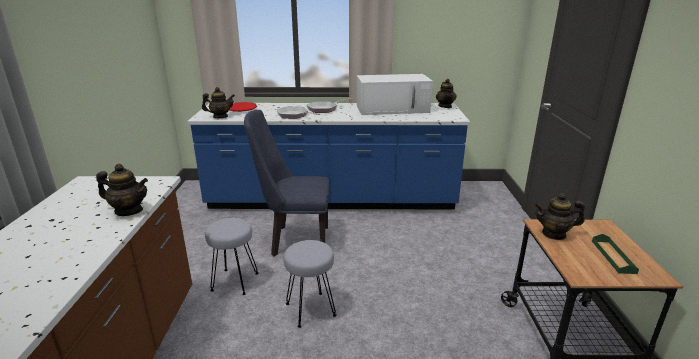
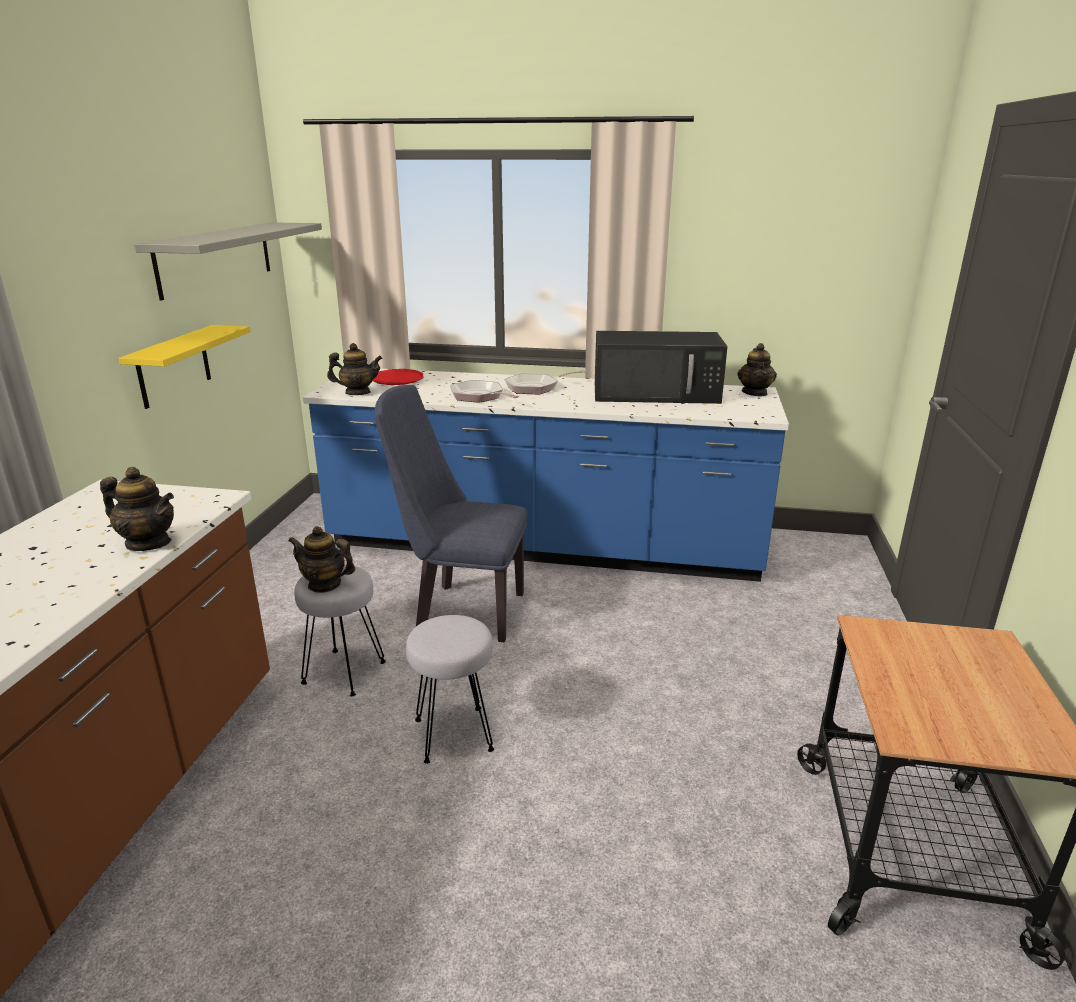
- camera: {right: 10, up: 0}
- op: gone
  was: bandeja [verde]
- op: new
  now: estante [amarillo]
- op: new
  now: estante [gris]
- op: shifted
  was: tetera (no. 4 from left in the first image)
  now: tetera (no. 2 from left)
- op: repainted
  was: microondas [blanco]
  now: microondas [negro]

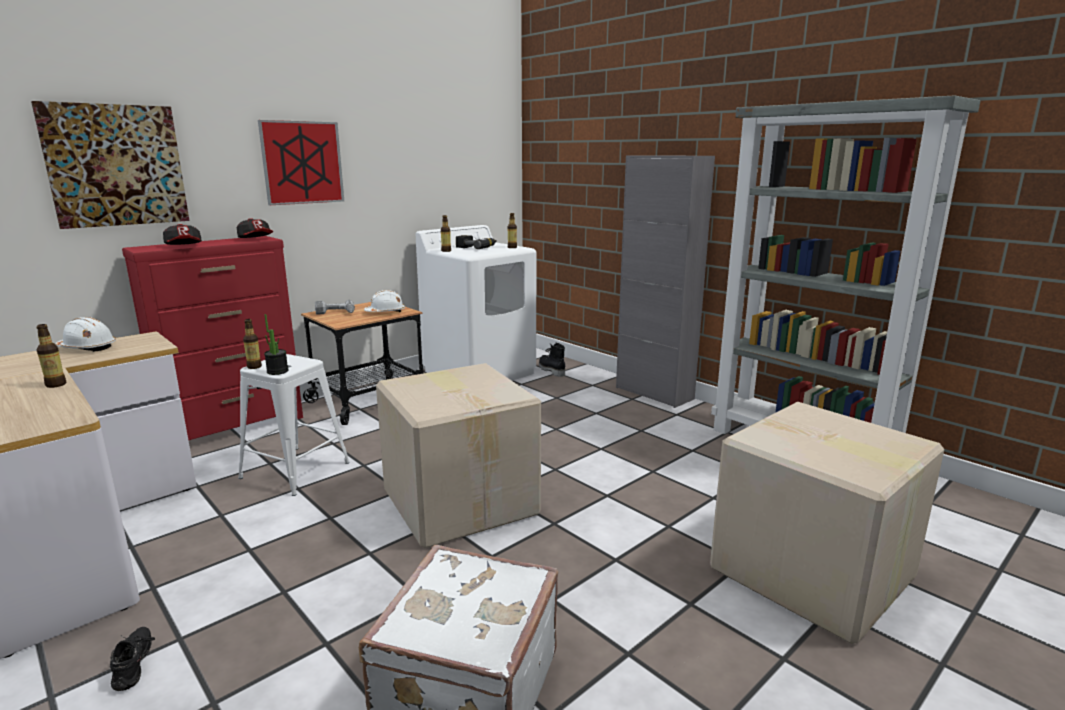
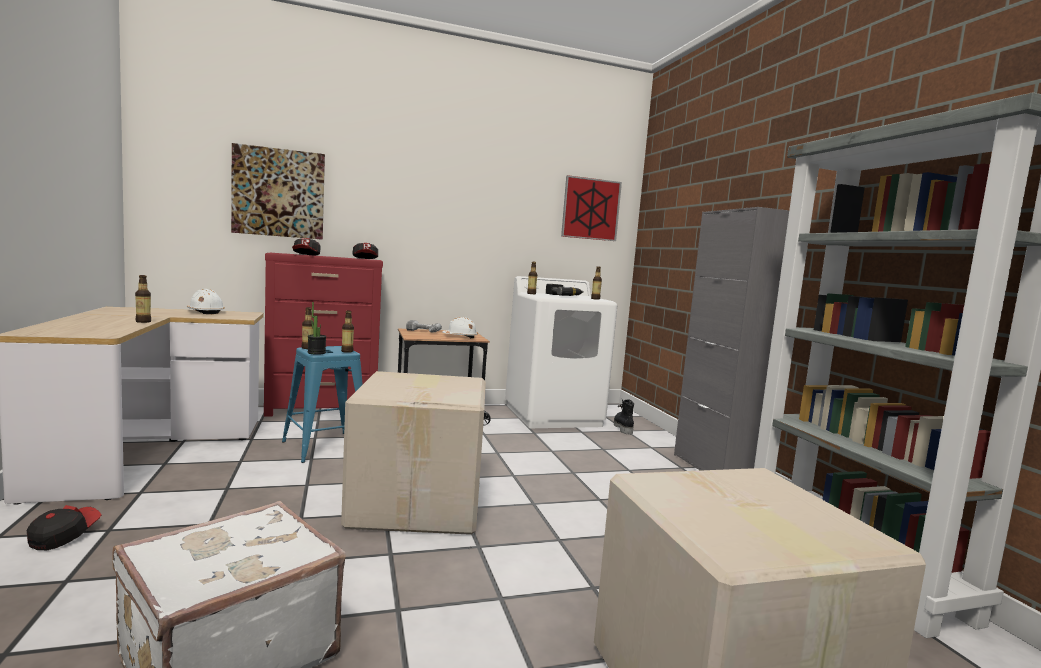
- camera: {right: 25, up: -10}
- op: new
  now: botella (no. 3 from left)
- op: shifted
  was: cuadro (no. 2 from left)
- op: swapped
  was: zapato [negro]
  now: gorra (no. 1 from left)
- op: repainted
  was: taburete [blanco]
  now: taburete [azul]

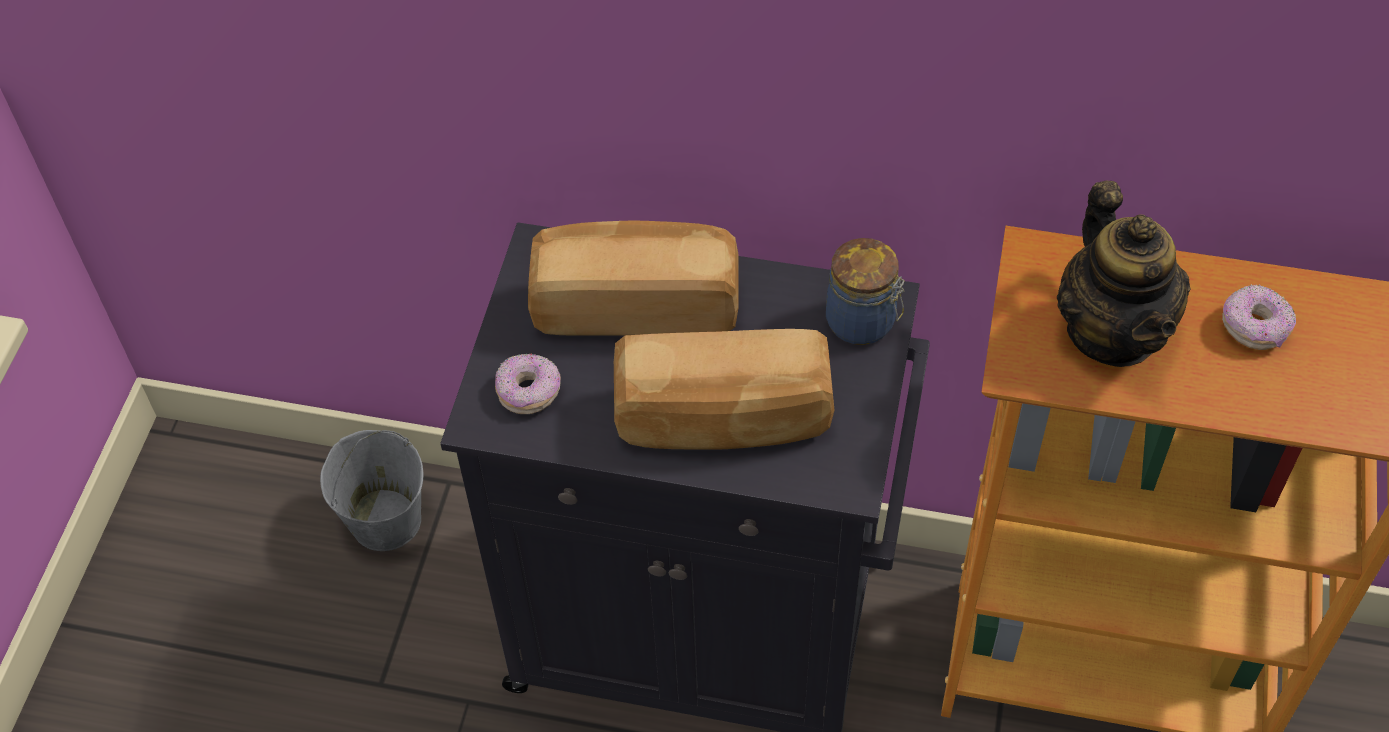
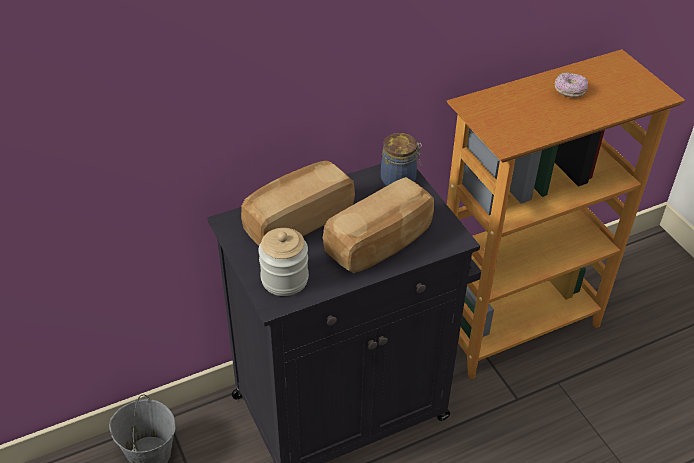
- camera: {right: -40, up: -10}
- op: gone
  was: tetera
- op: swapped
  was: rosquilla (no. 1 from left)
  now: tarro (no. 1 from left)

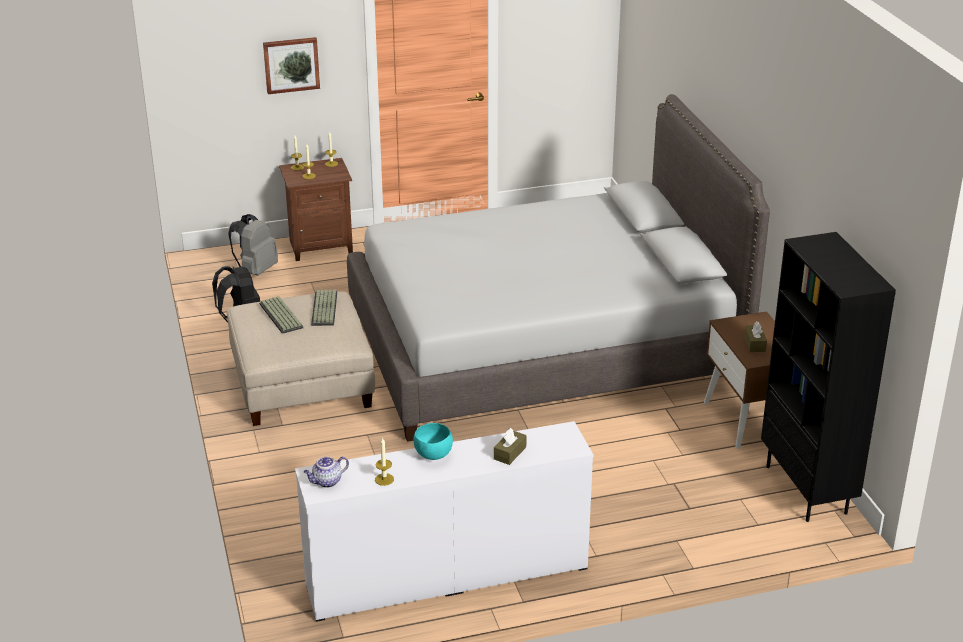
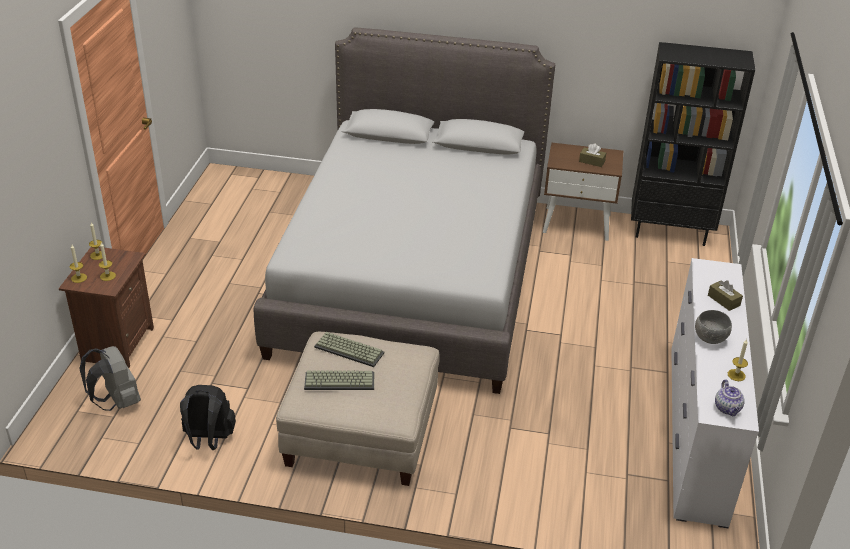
- camera: {right: -65, up: 5}
- op: gone
  was: cuadro
- op: repainted
  was: cuenco [turquesa]
  now: cuenco [gris]

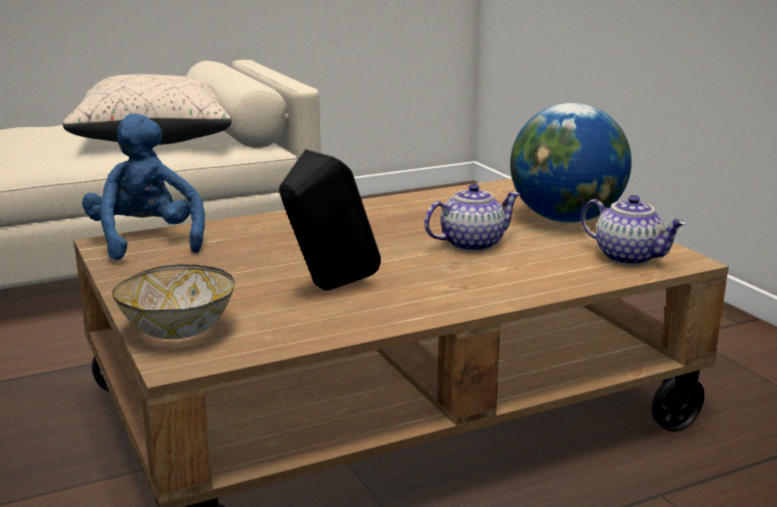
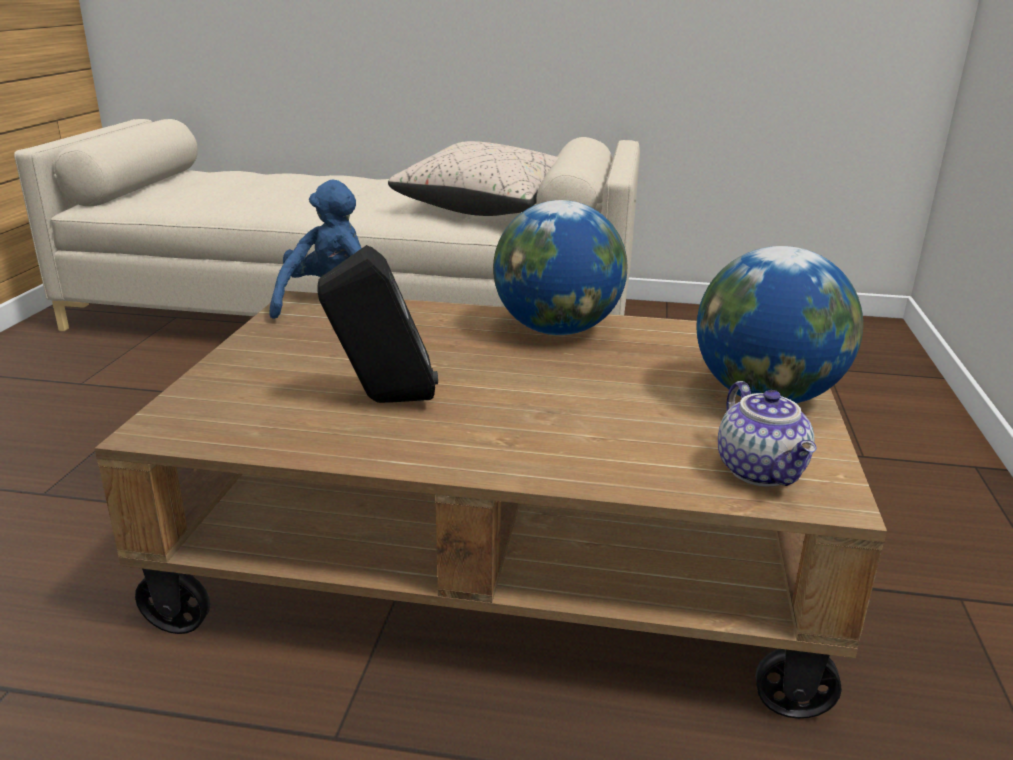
- camera: {right: 35, up: 5}
- op: gone
  was: cuenco
- op: gone
  was: tetera (no. 1 from left)
- op: new
  now: globo terráqueo (no. 1 from left)

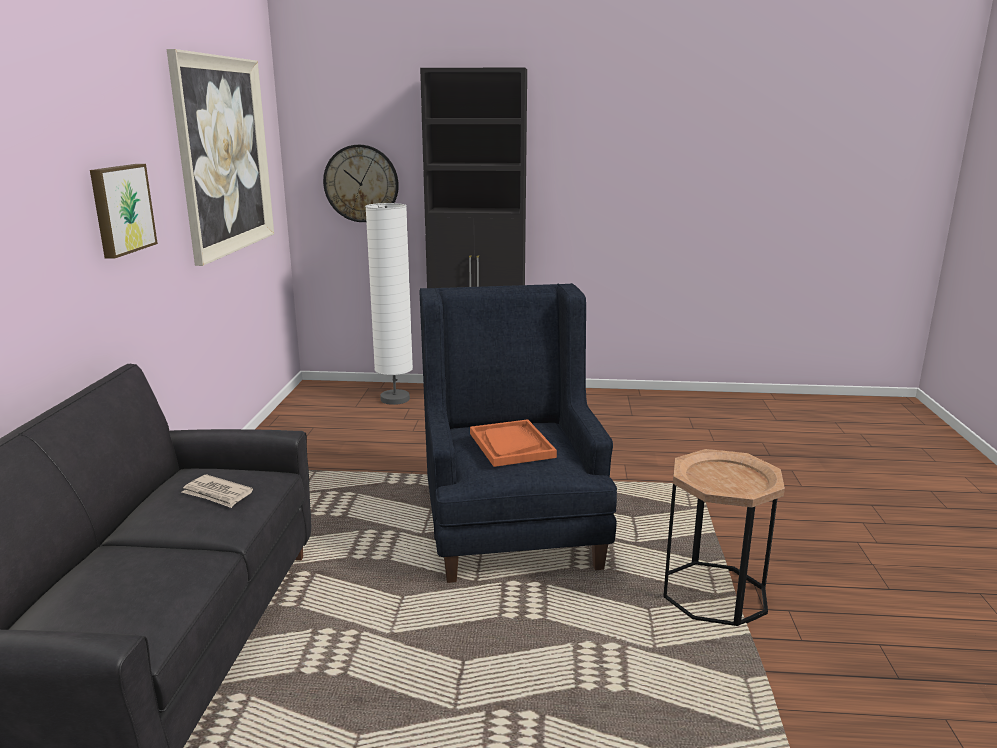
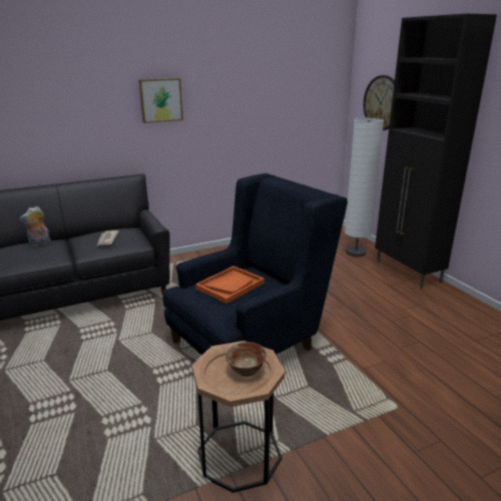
- camera: {right: 60, up: 5}
- op: gone
  was: cuadro (no. 2 from left)
- op: new
  now: peluche
- op: new
  now: cuenco

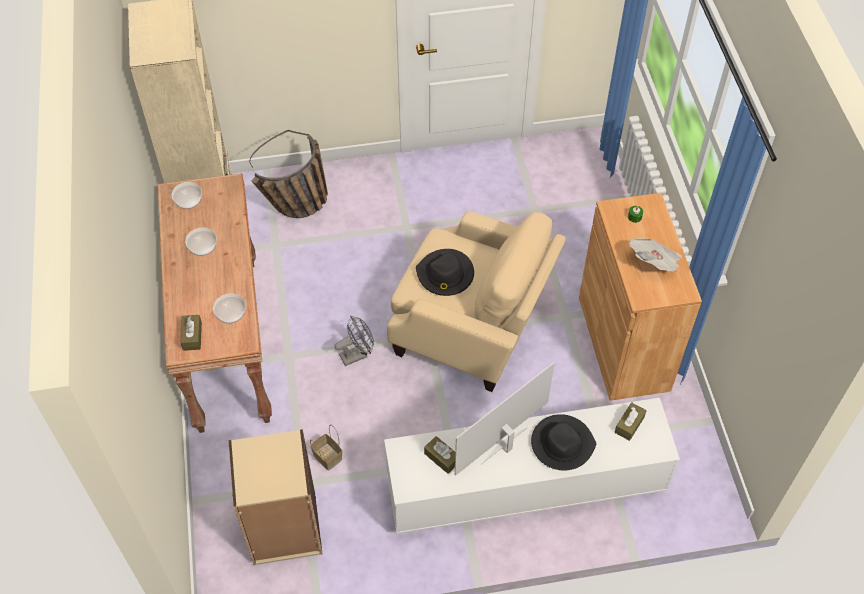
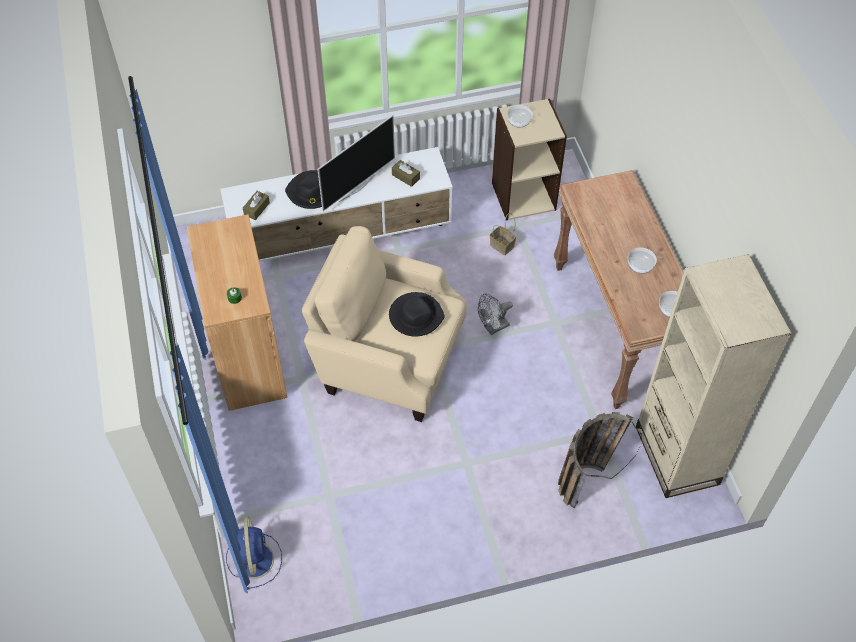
- camera: {right: 175, up: 0}
- op: gone
  was: caja de pañuelos [marrón] (no. 1 from left)
- op: gone
  was: periódico
- op: new
  now: ventilador [azul]
- op: shifted
  was: cuenco (no. 3 from left in the first image)
  now: cuenco (no. 1 from left)

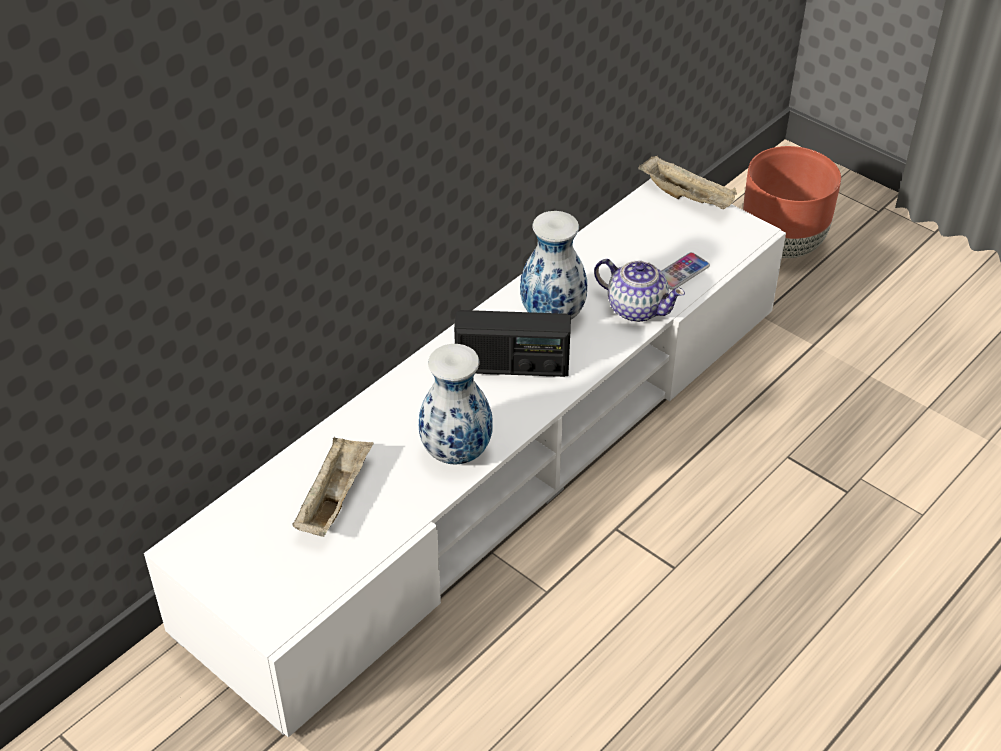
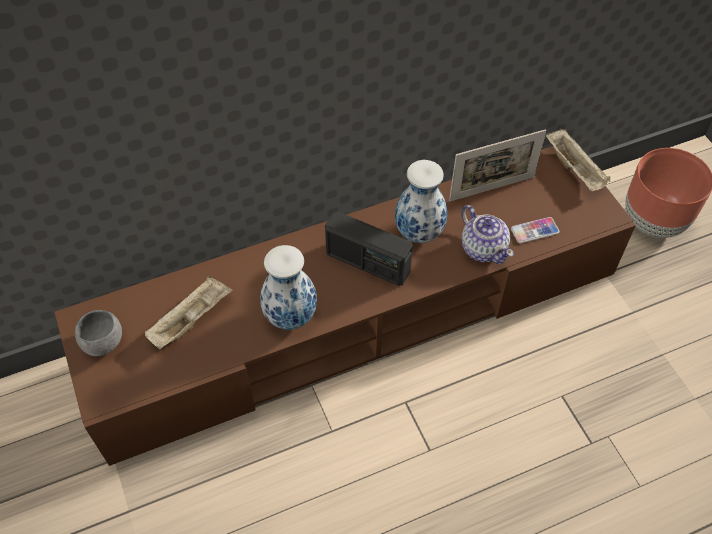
- camera: {right: 25, up: 10}
- op: new
  now: cuenco [gris]
- op: new
  now: portarretratos
- op: repainted
  was: mueble de televisión [blanco]
  now: mueble de televisión [marrón]

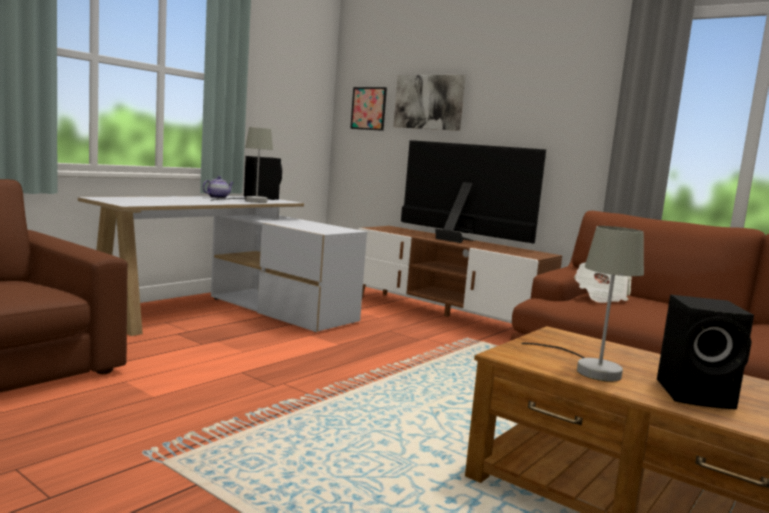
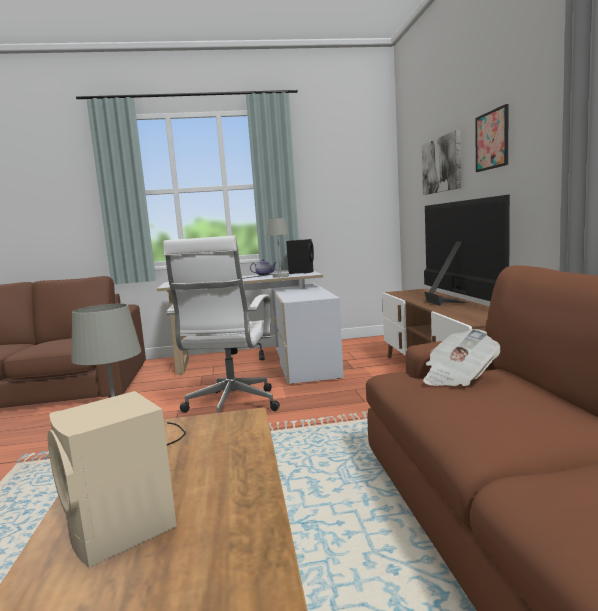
- camera: {right: 45, up: 0}
- op: new
  now: silla de oficina [blanco]
- op: shifted
  was: cuadro (no. 1 from left in the first image)
  now: cuadro (no. 2 from left)
- op: repainted
  was: altavoz [negro] (no. 2 from left)
  now: altavoz [beis]

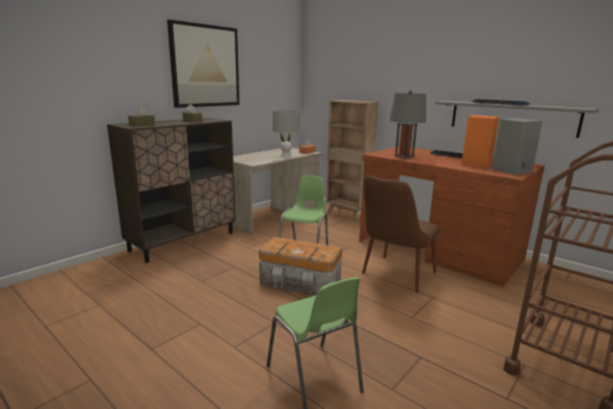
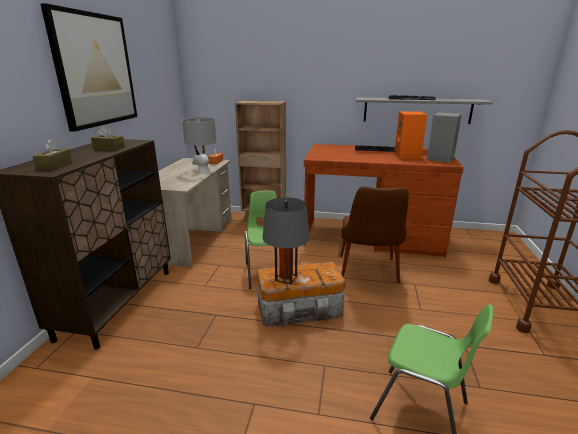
- camera: {right: -30, up: 5}
- op: shifted
  was: lámpara de mesa [gris] (no. 2 from left)

